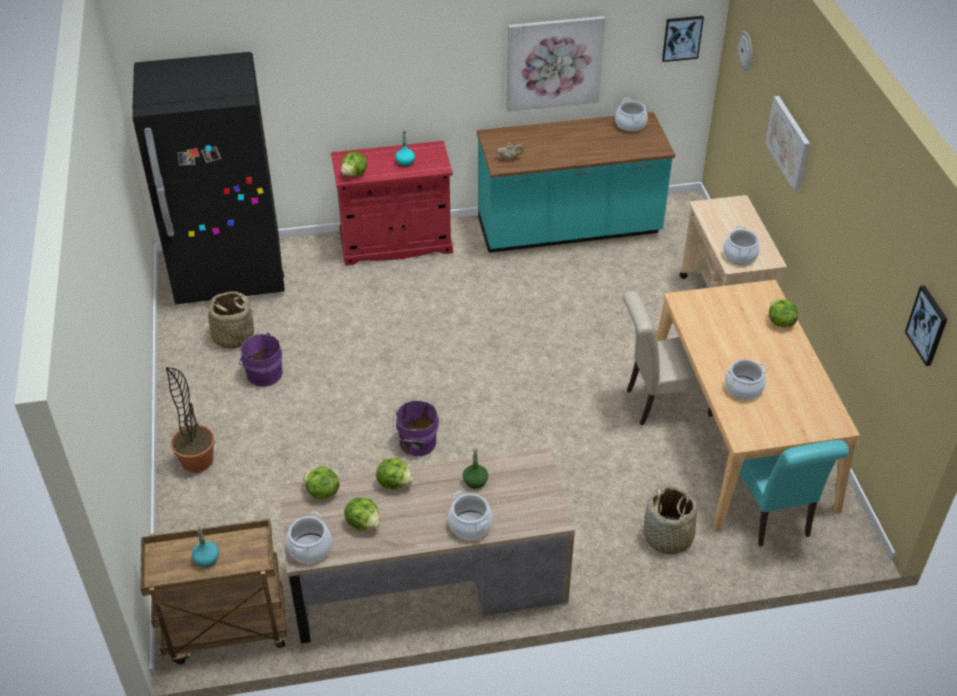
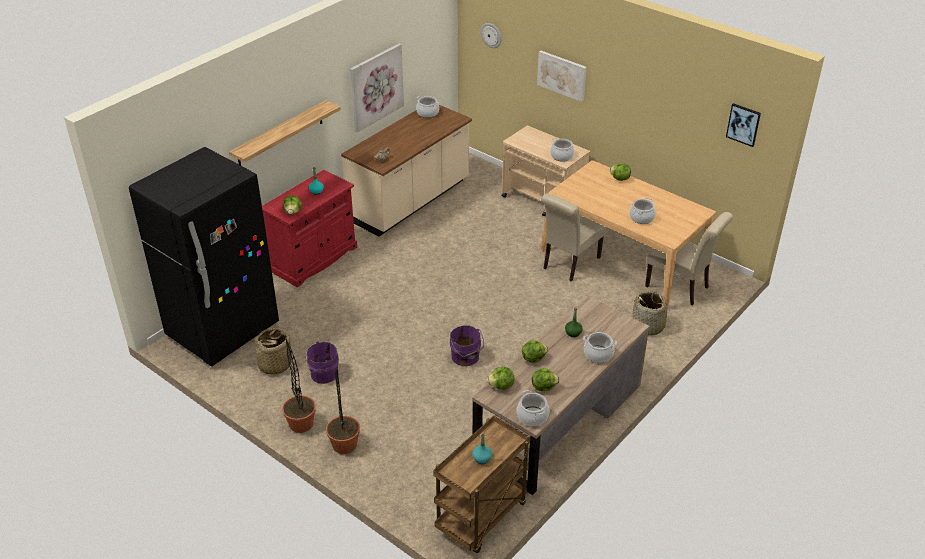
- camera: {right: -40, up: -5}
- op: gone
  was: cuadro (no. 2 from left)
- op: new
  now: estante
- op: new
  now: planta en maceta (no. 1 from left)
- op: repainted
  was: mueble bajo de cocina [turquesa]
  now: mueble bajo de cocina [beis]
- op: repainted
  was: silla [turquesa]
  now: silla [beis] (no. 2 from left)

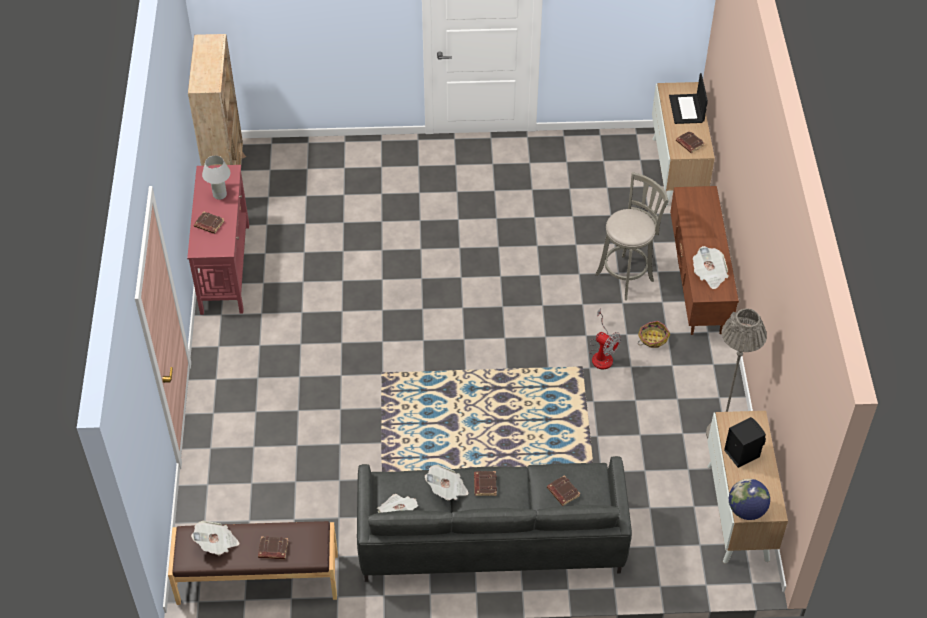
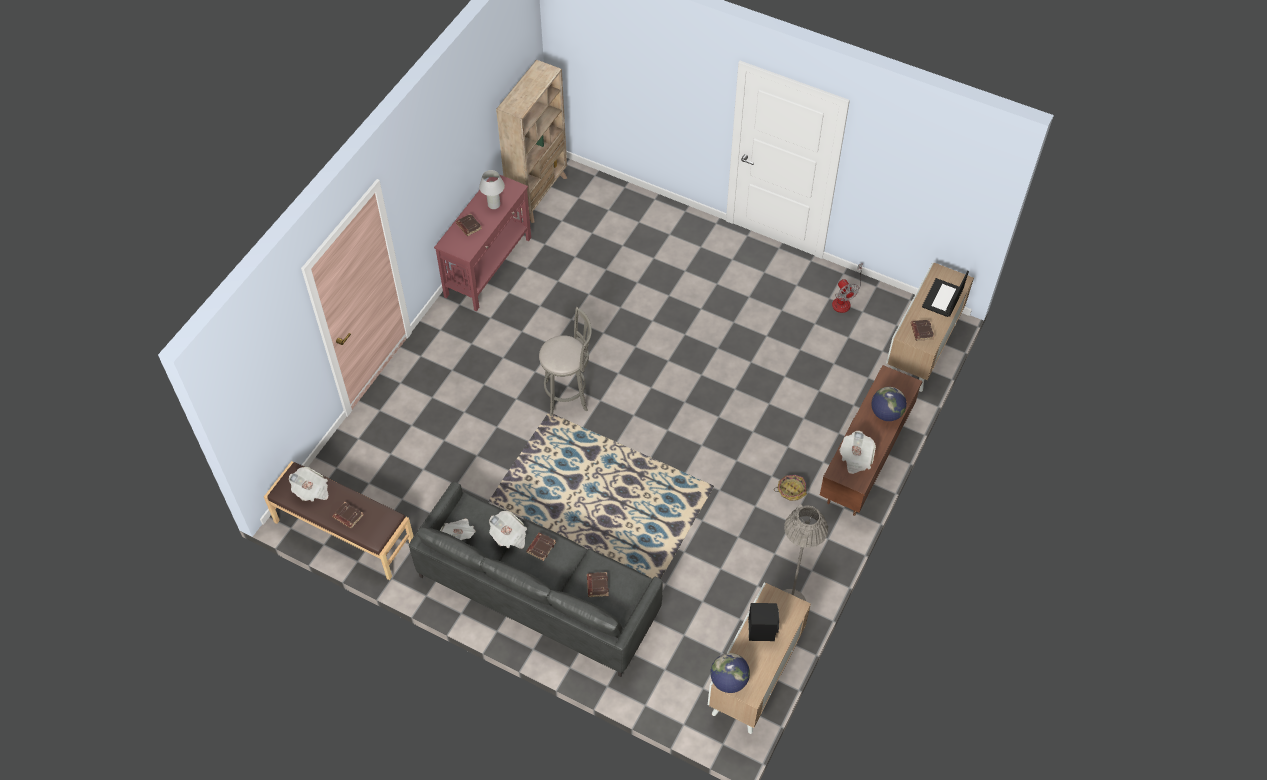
- camera: {right: 30, up: 5}
- op: new
  now: globo terráqueo (no. 2 from left)
- op: shifted
  was: ventilador
- op: shifted
  was: taburete [gris]

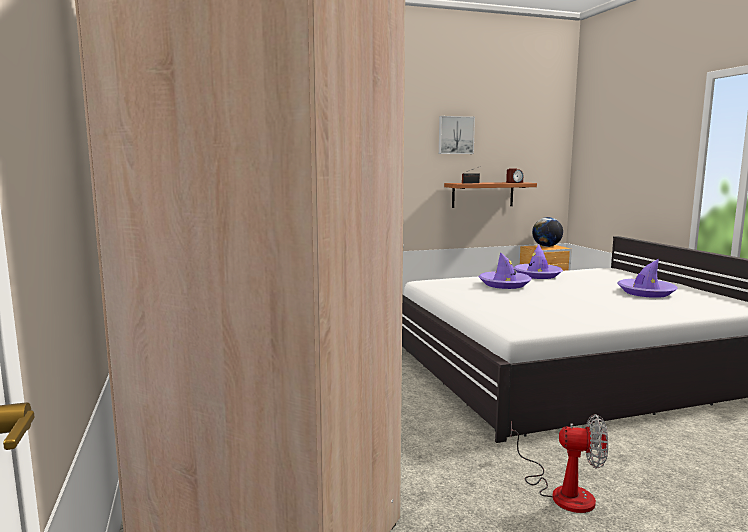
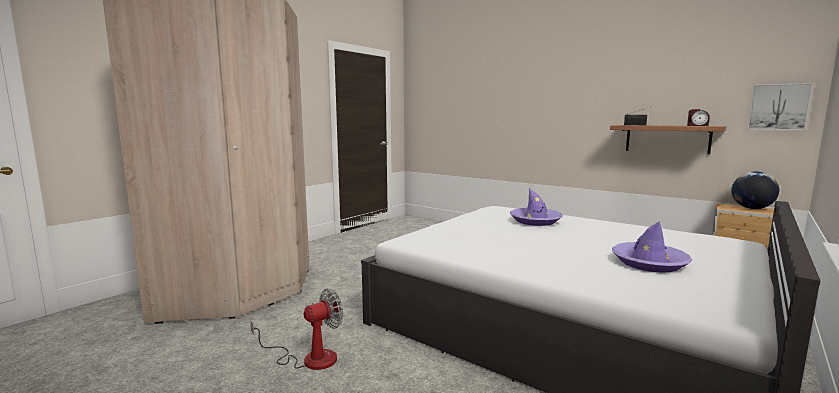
- camera: {right: 55, up: 0}
- op: gone
  was: sombrero [morado] (no. 2 from left)
- op: shifted
  was: cuadro
- op: rotated
  was: ventilador
  clockwise: -105

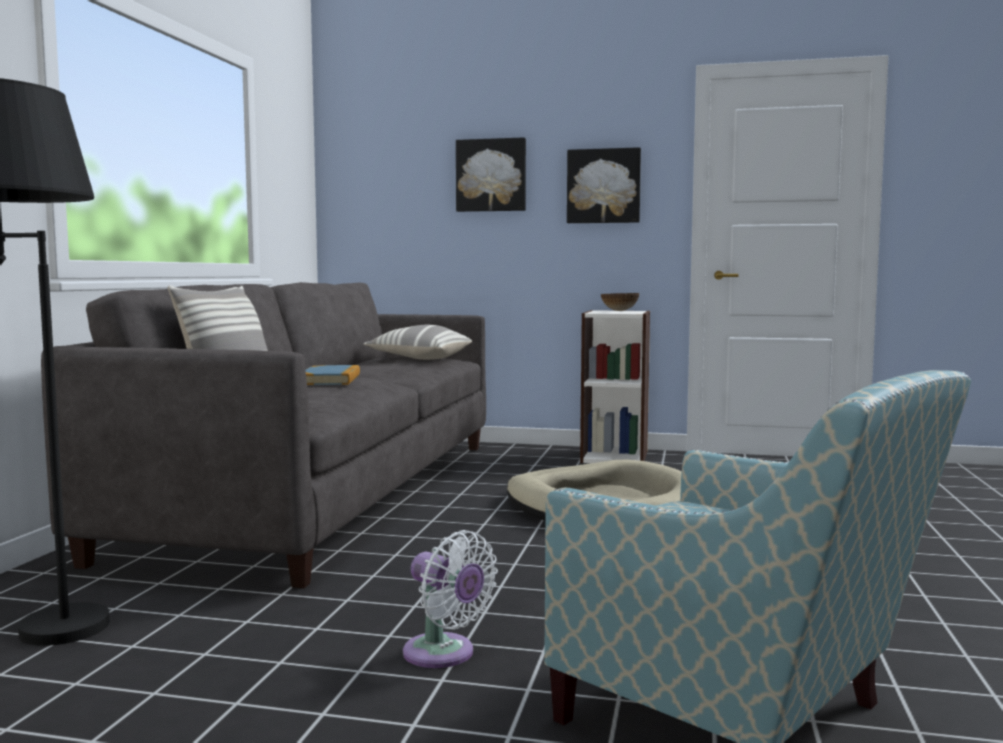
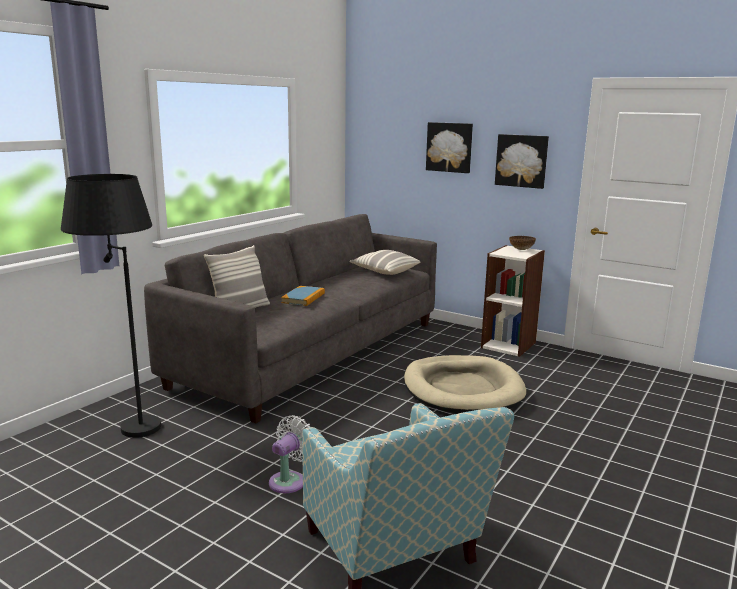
- camera: {right: 20, up: 10}
- op: rotated
  was: ventilador [blanco]
  clockwise: -120

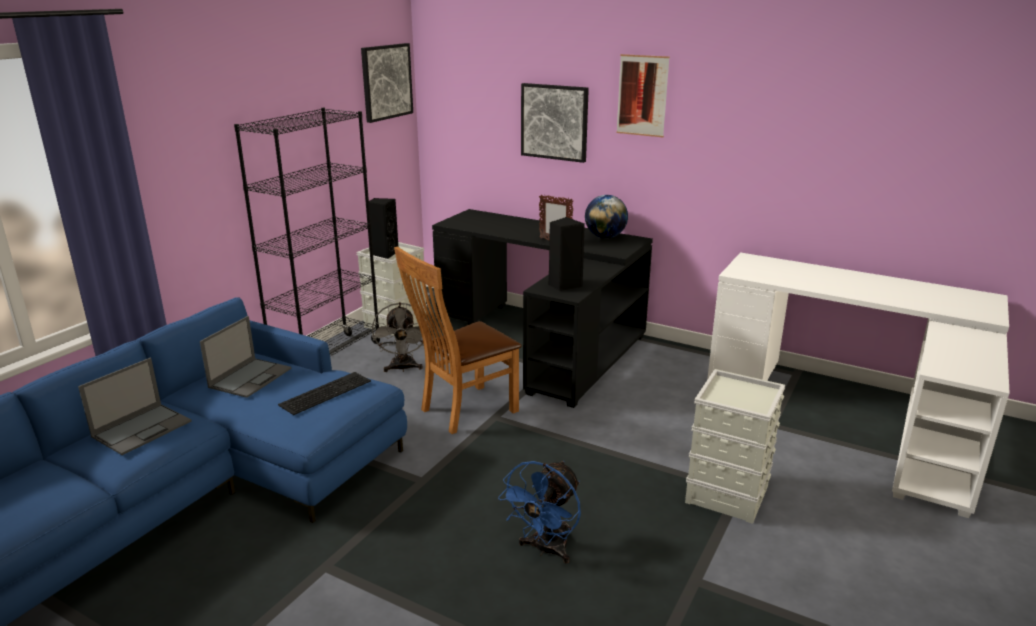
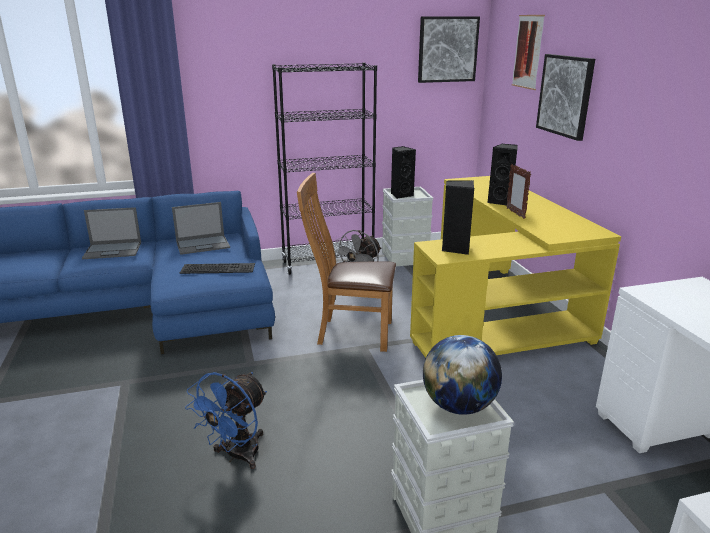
- camera: {right: 45, up: 0}
- op: new
  now: altavoz [negro] (no. 3 from left)
- op: shifted
  was: globo terráqueo
- op: shifted
  was: cuadro (no. 3 from left in the first image)
  now: cuadro (no. 2 from left)
- op: repainted
  was: escritorio [negro]
  now: escritorio [amarillo]
- op: rotated
  was: ventilador [azul]
  clockwise: -45

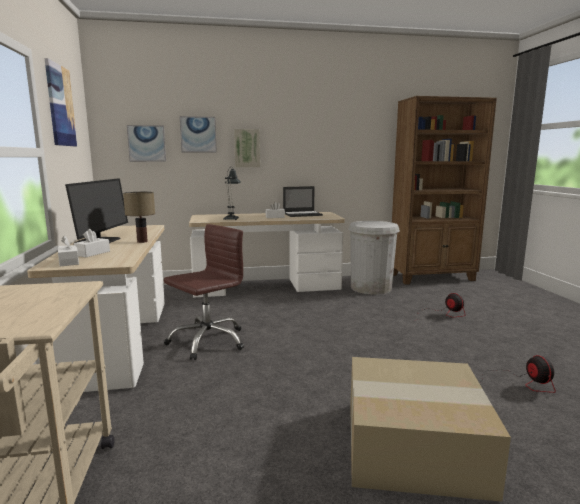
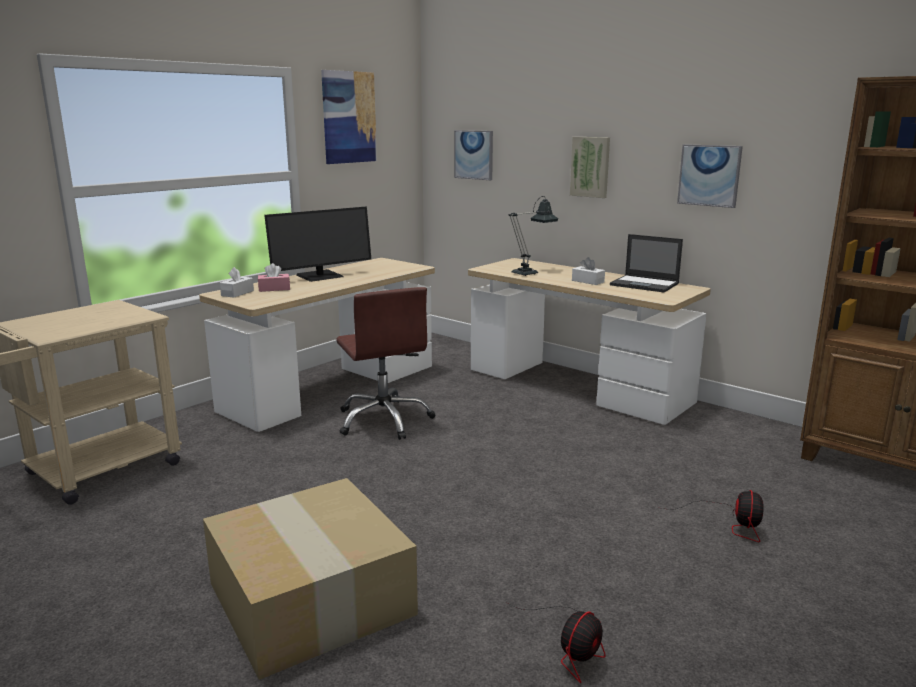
- camera: {right: 50, up: 5}
- op: gone
  was: lámpara de mesa (no. 1 from left)
- op: gone
  was: papelera [blanco]
- op: shifted
  was: cuadro (no. 3 from left in the first image)
  now: cuadro (no. 4 from left)
- op: repainted
  was: caja de pañuelos [blanco] (no. 2 from left)
  now: caja de pañuelos [rosa]
- op: rotated
  was: silla de oficina [marrón]
  clockwise: 60

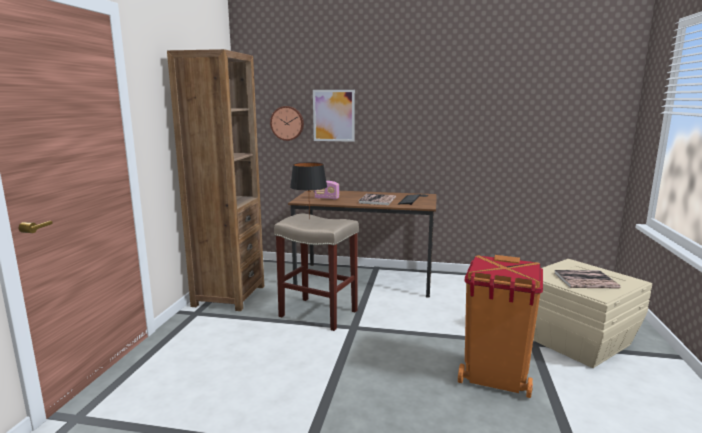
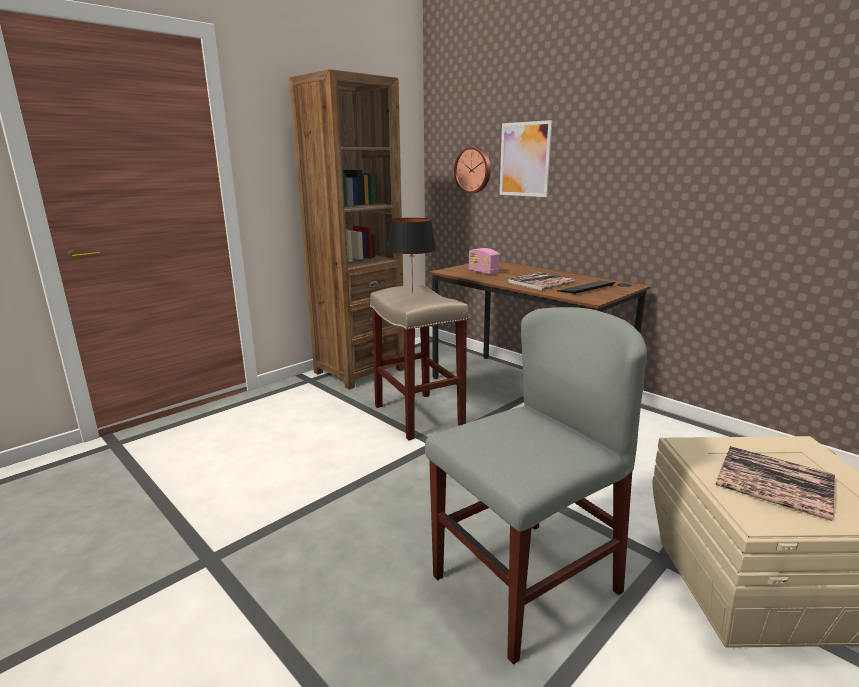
- camera: {right: 35, up: 5}
- op: swapped
  was: papelera [naranja]
  now: silla [gris]

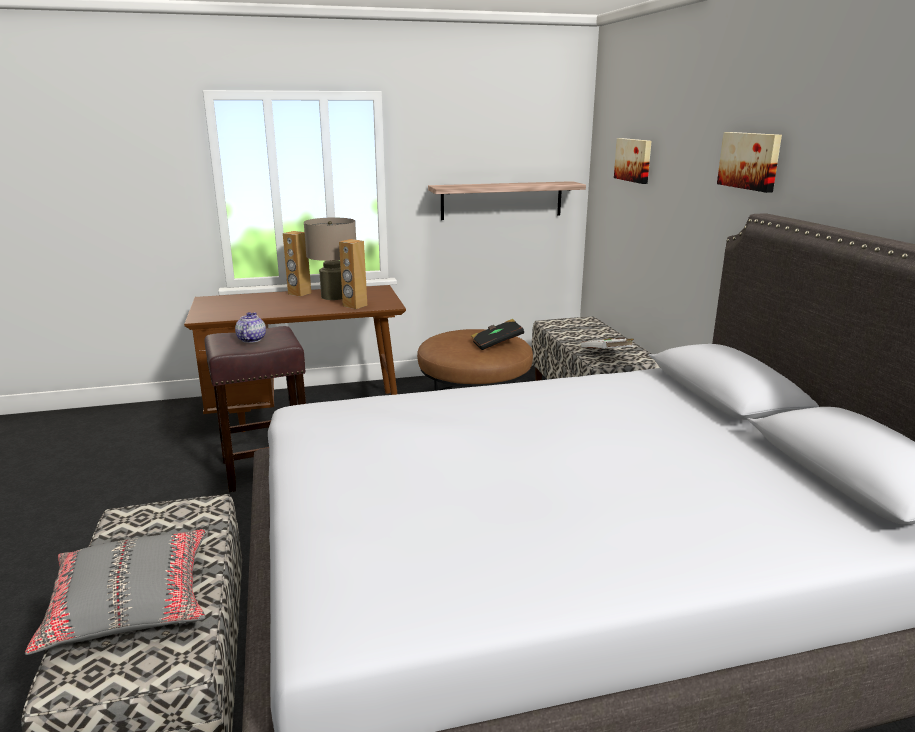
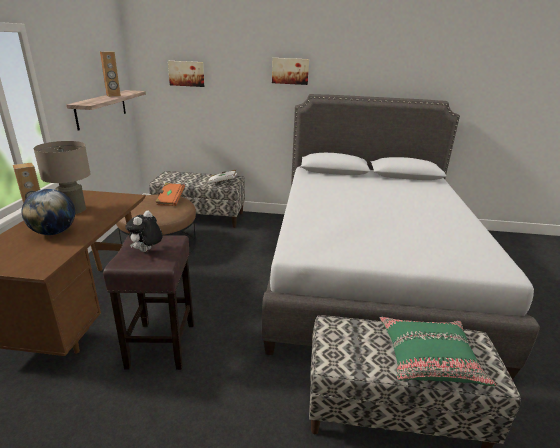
- camera: {right: -70, up: 5}
- op: new
  now: globo terráqueo
- op: shifted
  was: altavoz [marrón] (no. 2 from left)
- op: swapped
  was: tetera
  now: peluche
- op: repainted
  was: cojín [gris]
  now: cojín [verde]
- op: repainted
  was: libro [negro]
  now: libro [naranja]

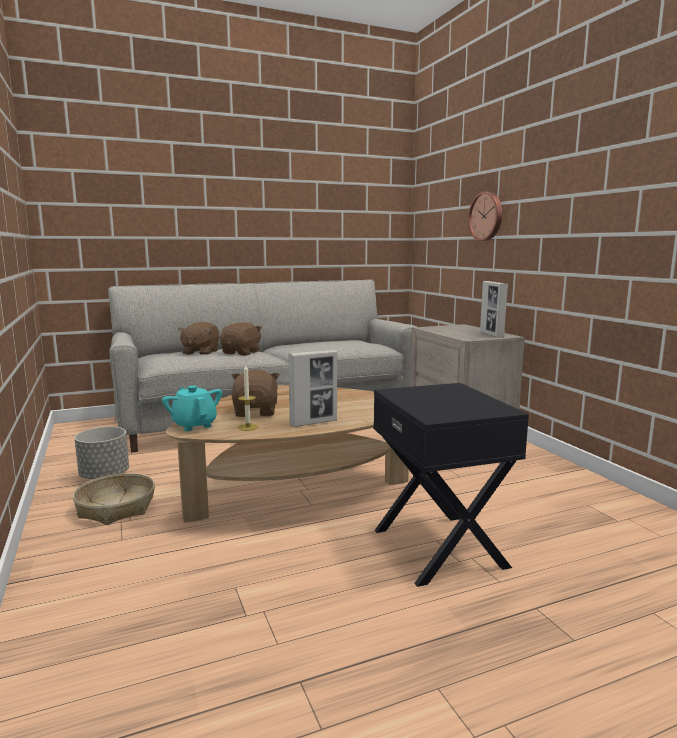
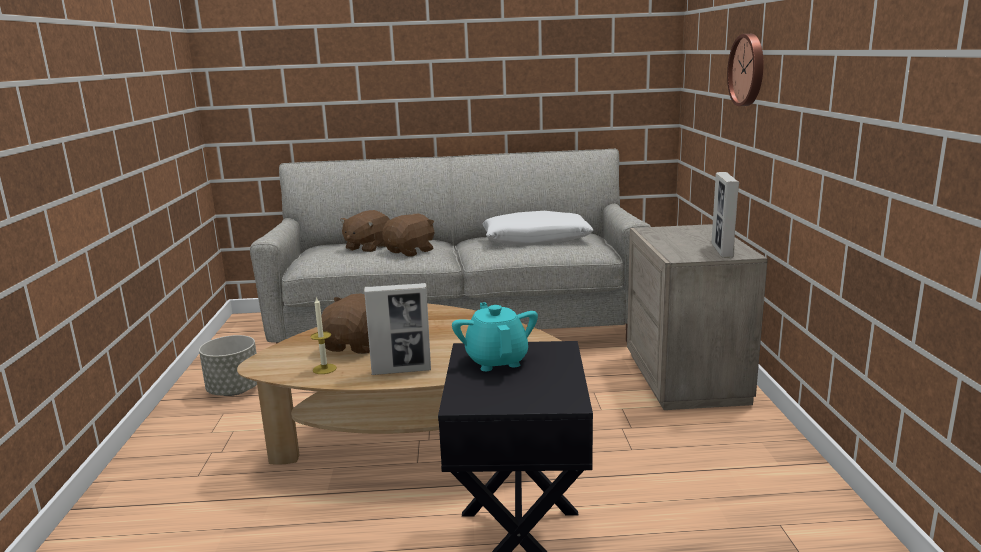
- camera: {right: 20, up: 5}
- op: gone
  was: cesta
- op: new
  now: cojín [blanco]
- op: shifted
  was: tetera [turquesa]

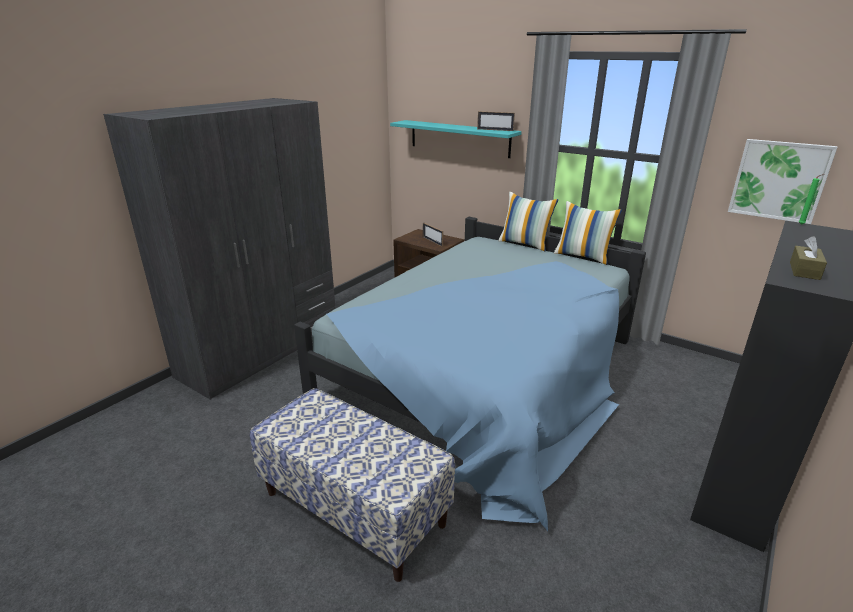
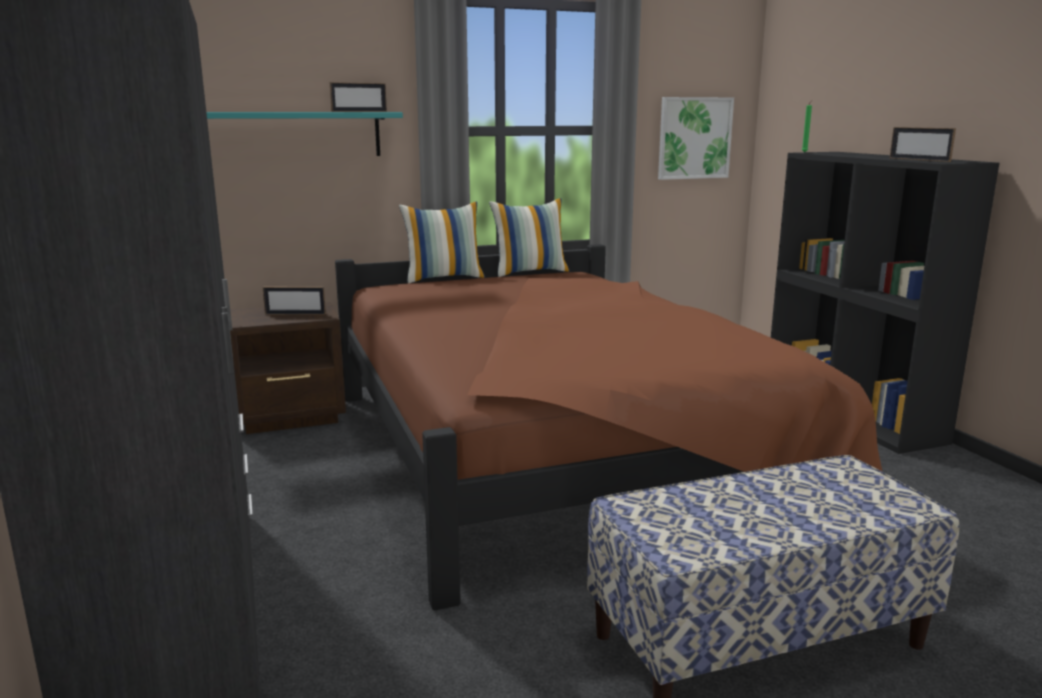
- camera: {right: -55, up: -10}
- op: swapped
  was: caja de pañuelos [marrón]
  now: portarretratos (no. 3 from left)
- op: repainted
  was: cama [azul]
  now: cama [marrón]

